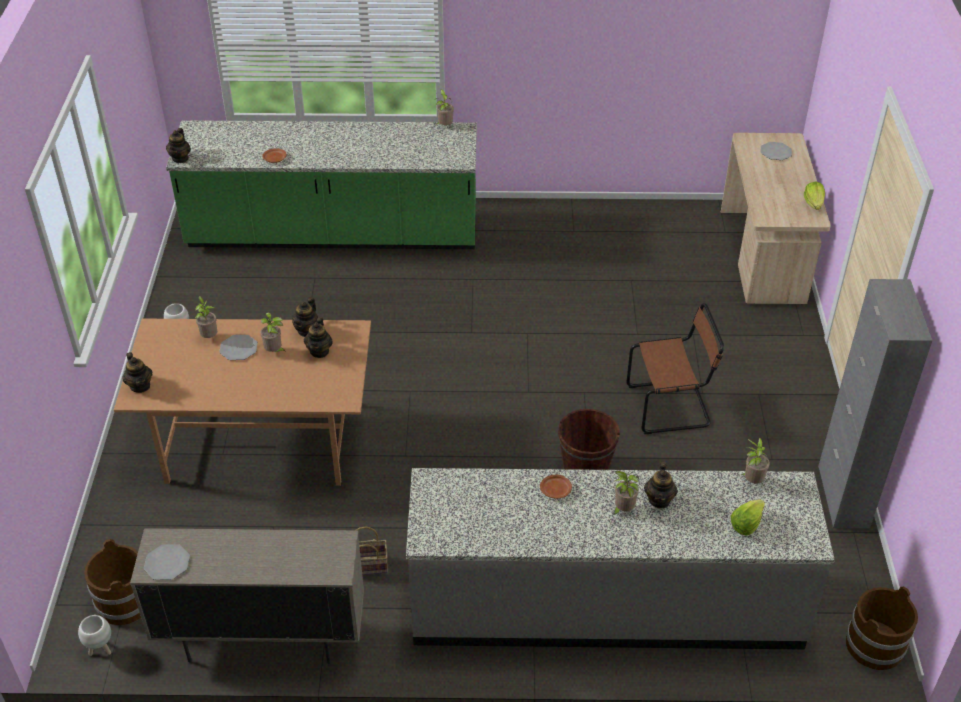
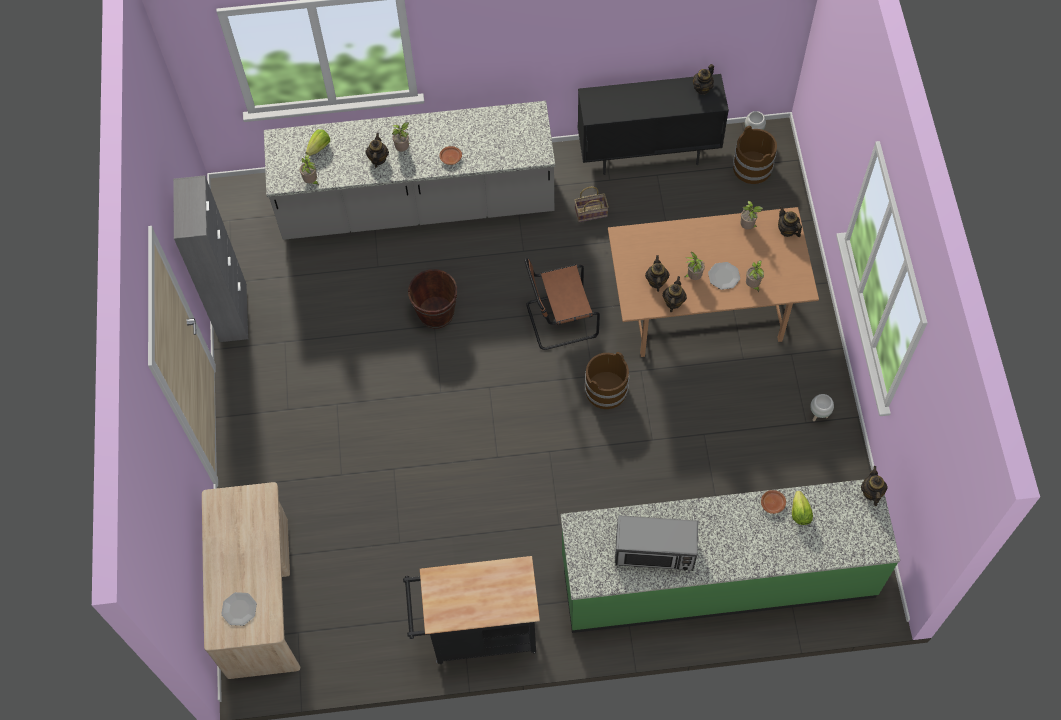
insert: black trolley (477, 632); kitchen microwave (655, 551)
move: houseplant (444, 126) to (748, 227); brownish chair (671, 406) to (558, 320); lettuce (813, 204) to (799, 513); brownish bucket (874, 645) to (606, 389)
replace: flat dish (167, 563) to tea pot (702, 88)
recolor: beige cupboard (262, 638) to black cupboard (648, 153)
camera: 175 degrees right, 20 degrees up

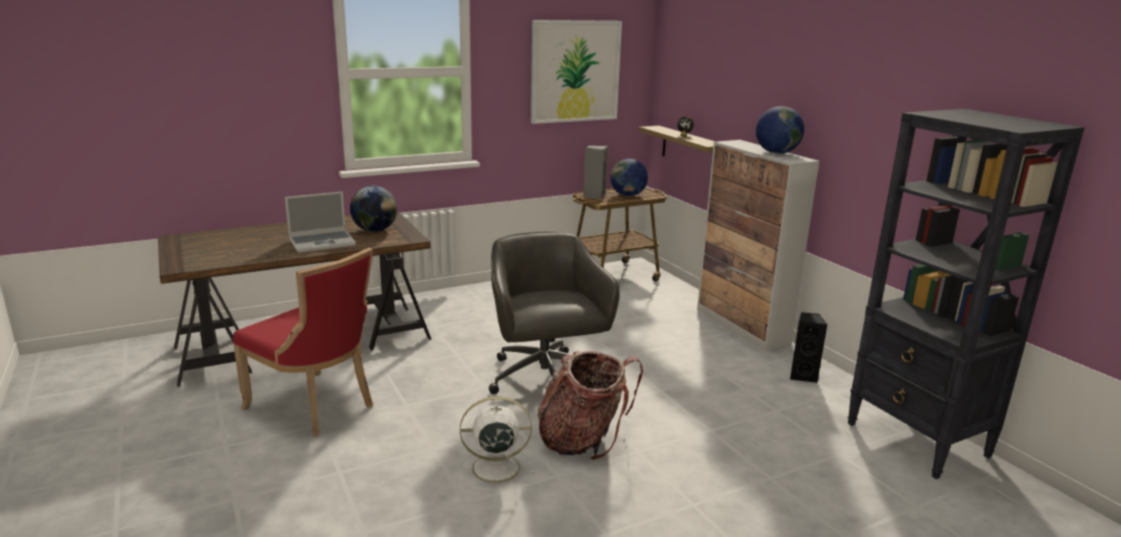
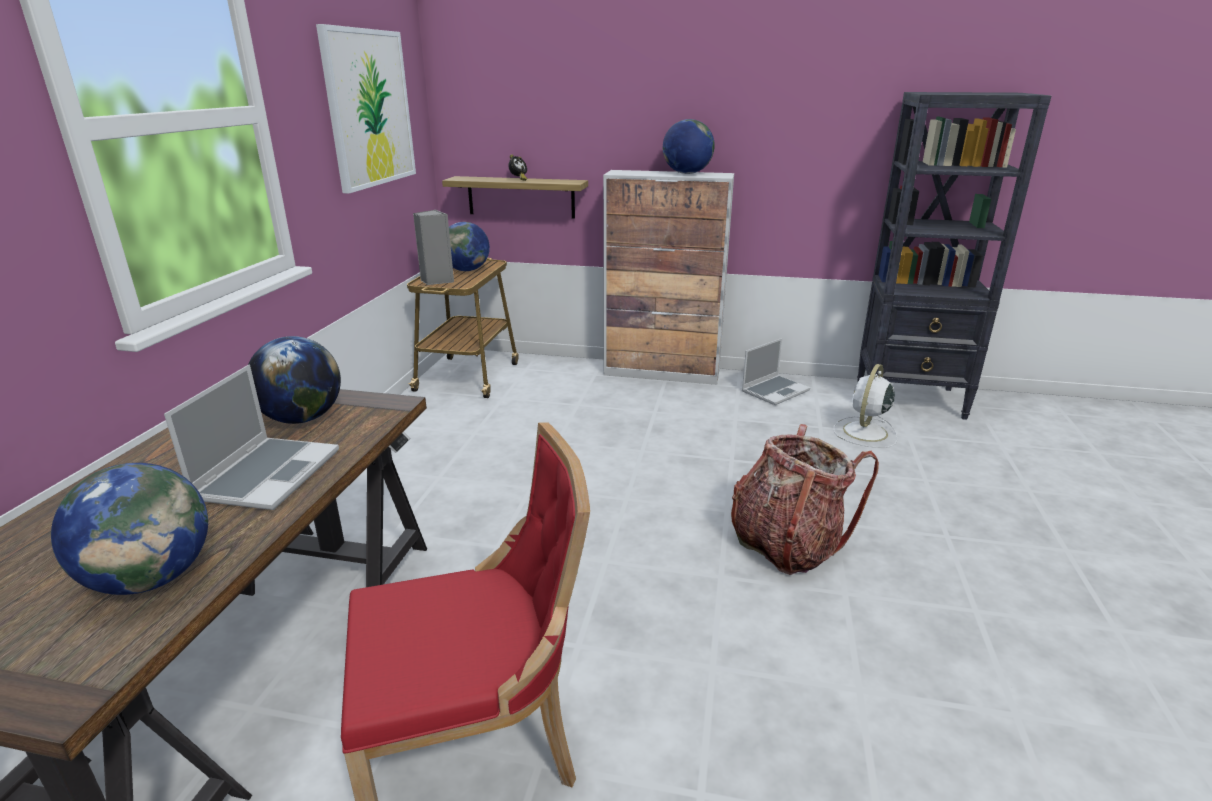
delete: greyish office chair (545, 380)
insert: globe (152, 578)
move: whitish fan (493, 468) to (864, 432)
replace: black speaker (802, 375) to laptop (775, 391)
camera: 50 degrees left, 5 degrees up

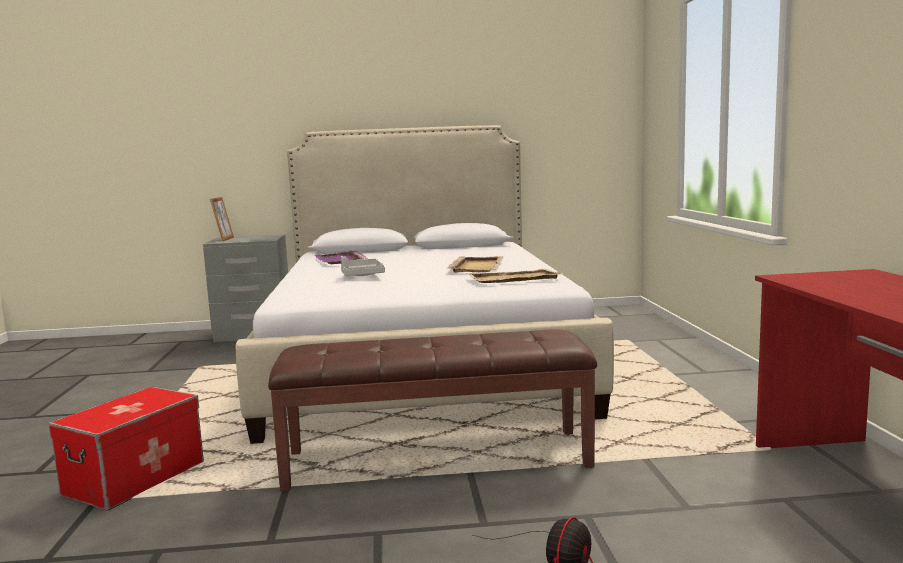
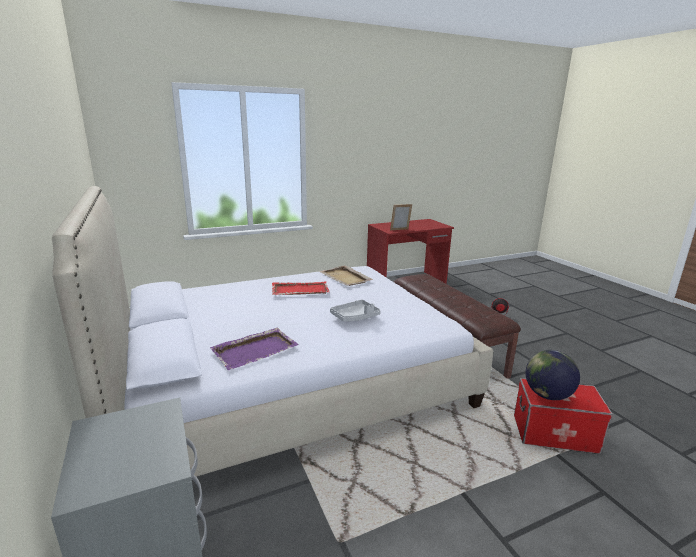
insert: globe (547, 395)
move: picture frame (224, 239) to (400, 230)
recolor: beige serving tray (477, 266) to red-coloured serving tray (299, 290)
camera: 110 degrees left, 10 degrees up

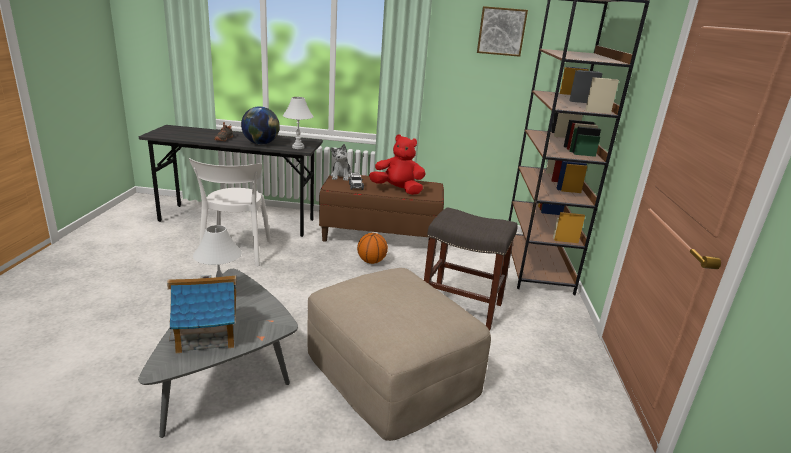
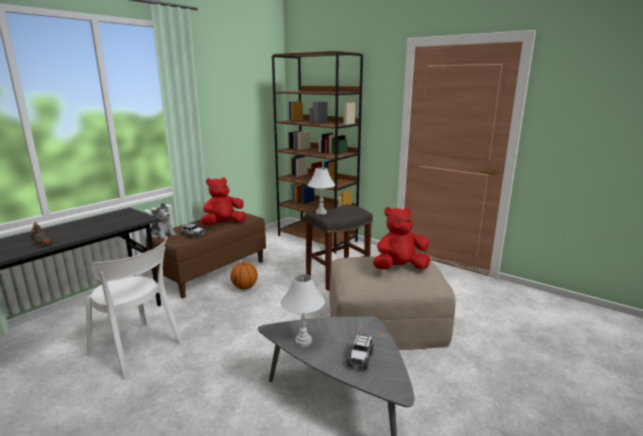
delete: globe (261, 143); wall art (501, 31)
insert: red-coloured cuddly toy (399, 268)
move: whitish tabletop lamp (298, 147) to (321, 213)
replace: model house (207, 334) to model car (360, 358)
camera: 55 degrees left, 5 degrees down

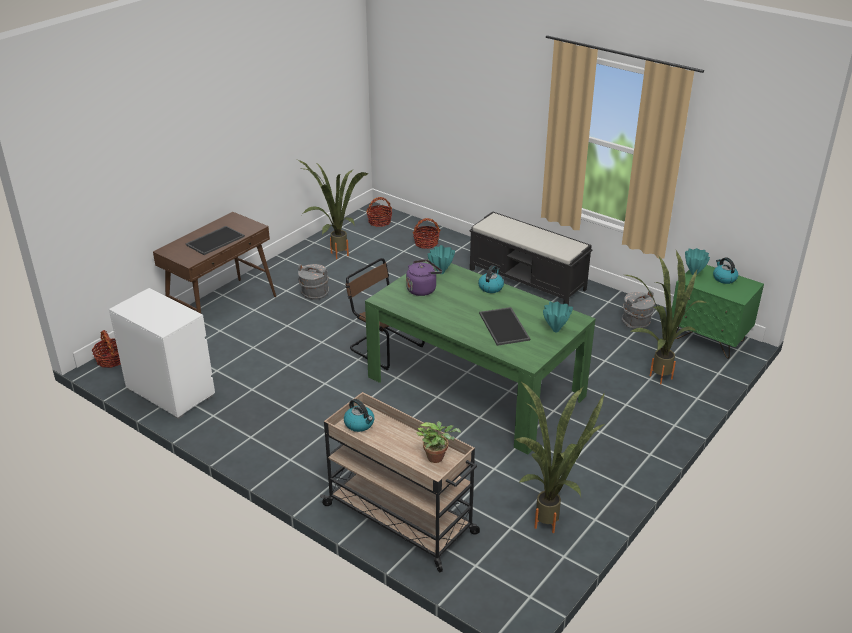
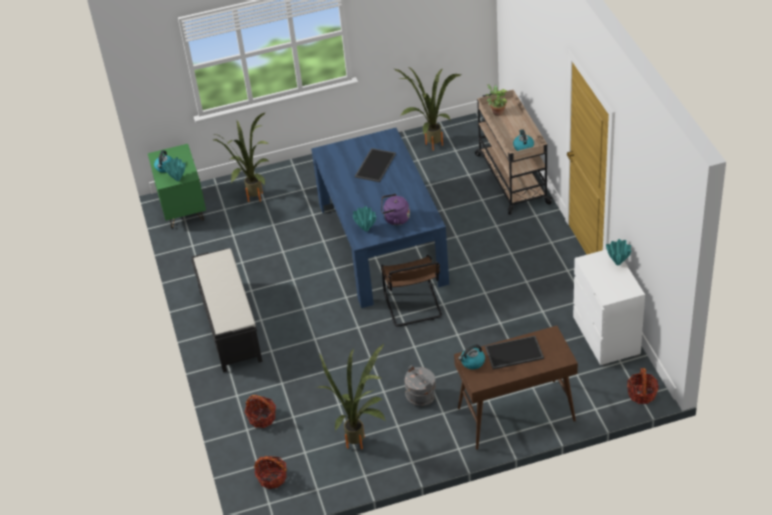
delete: greyish bucket (636, 322)
move: tea kettle (491, 287) to (472, 362); blue-green decorative vase (555, 330) to (618, 263)
recolor: greenish dining table (475, 386) to bluish dining table (382, 243)
camera: 140 degrees left, 10 degrees up

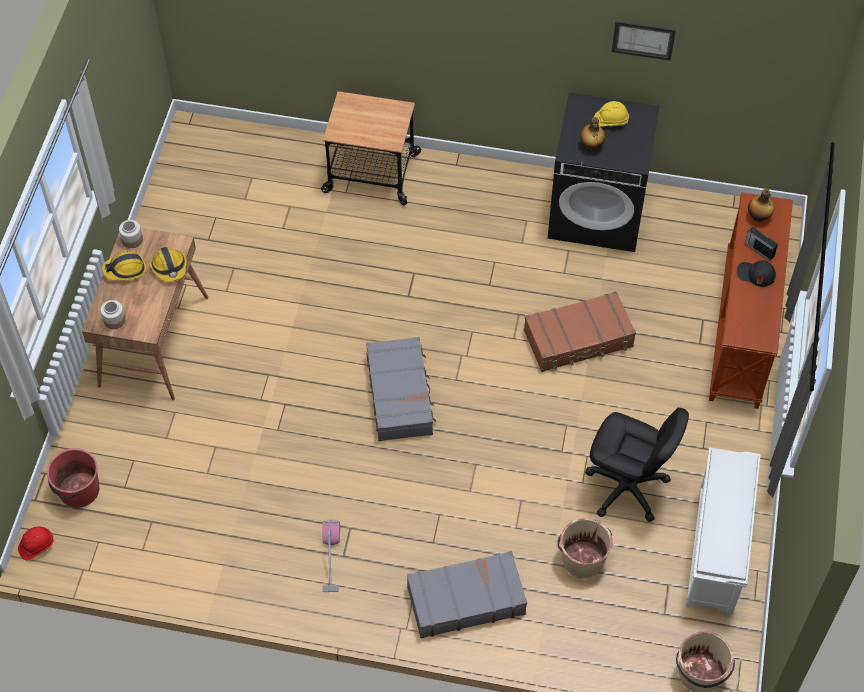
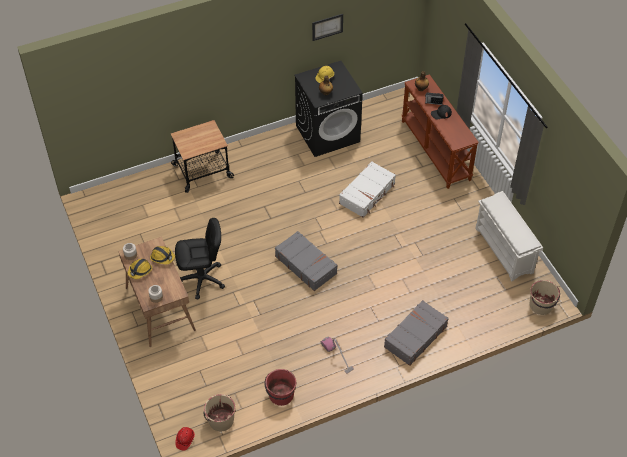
move: red-coloured bucket (78, 490) to (281, 395); beige bucket (582, 559) to (221, 420); black office chair (626, 487) to (202, 279)
recolor: brownish piece of luggage (579, 339) to whitish piece of luggage (367, 194)
camera: 35 degrees left, 5 degrees down

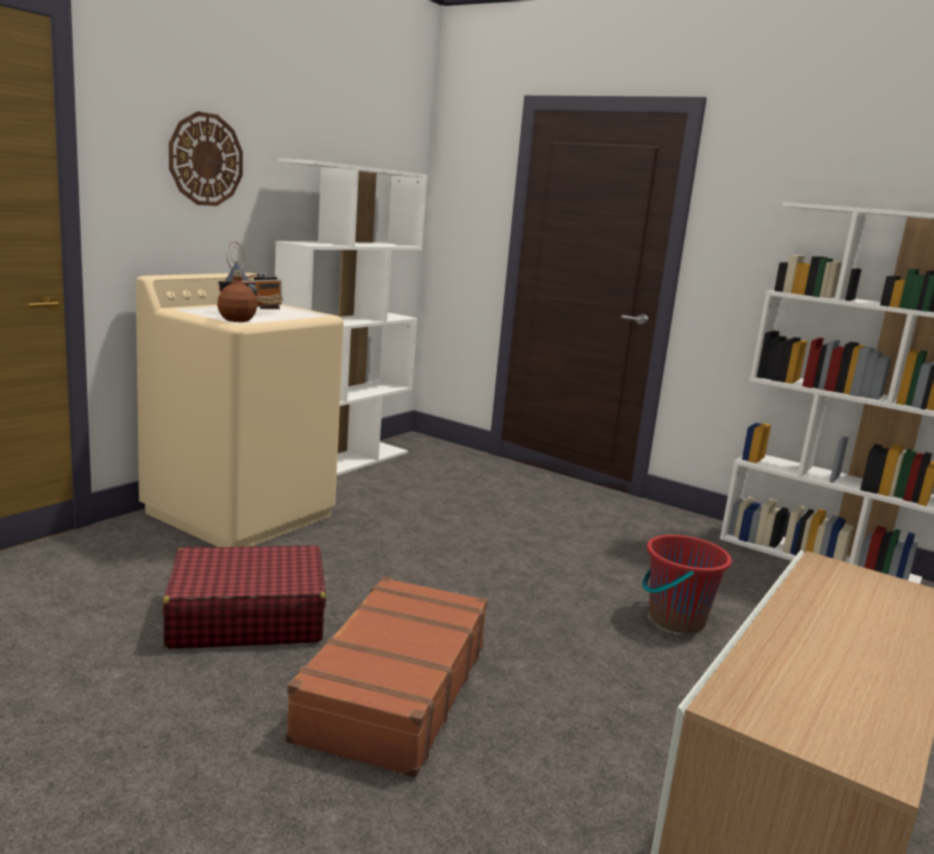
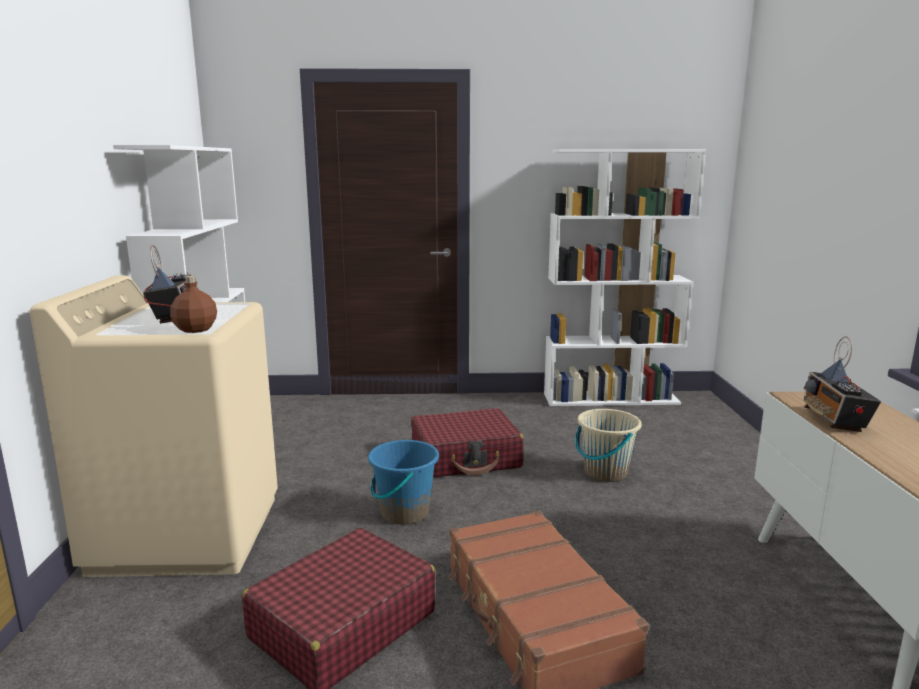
delete: wall clock (206, 159)
insert: bluish bucket (404, 512); red-coloured piece of luggage (466, 457); radio set (834, 420)
recolor: red-coloured bucket (676, 619) to beige bucket (605, 472)
camera: 35 degrees left, 0 degrees up

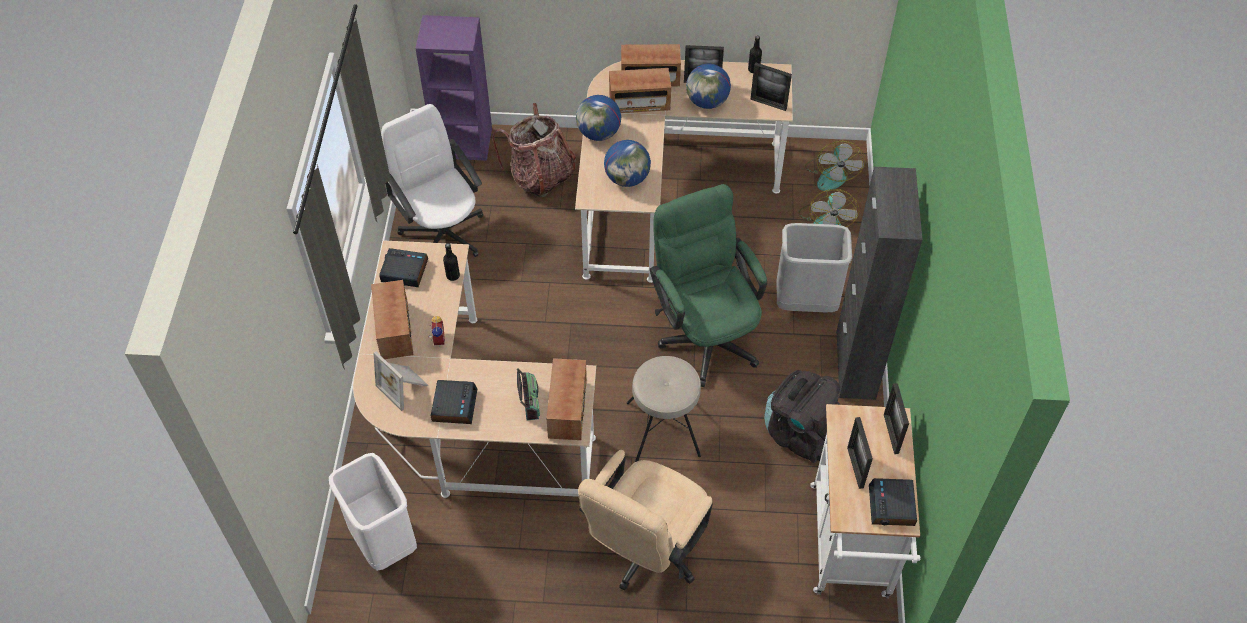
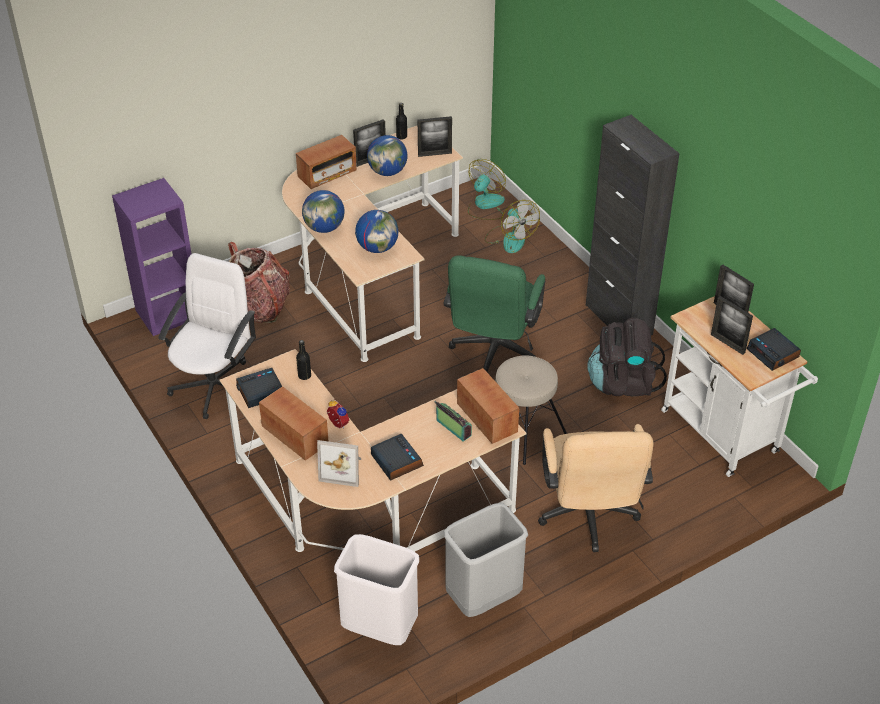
delete: radio set (639, 103)
move: greyish trash can (806, 302) to (483, 597)
rotate: whitish office chair (443, 233) = (214, 386) 90 degrees clockwise; greenish office chair (705, 333) = (493, 353) 105 degrees counterclockwise; fan (831, 174) = (485, 205) 120 degrees counterclockwise
camera: 35 degrees left, 10 degrees down

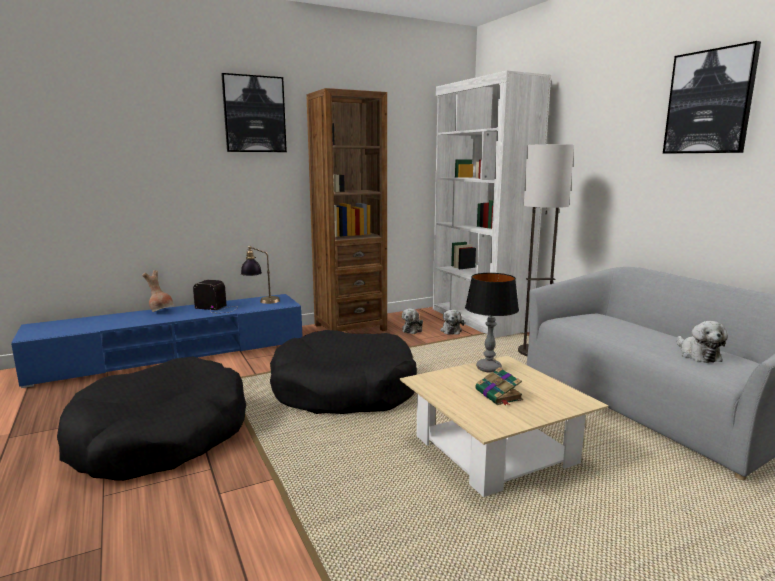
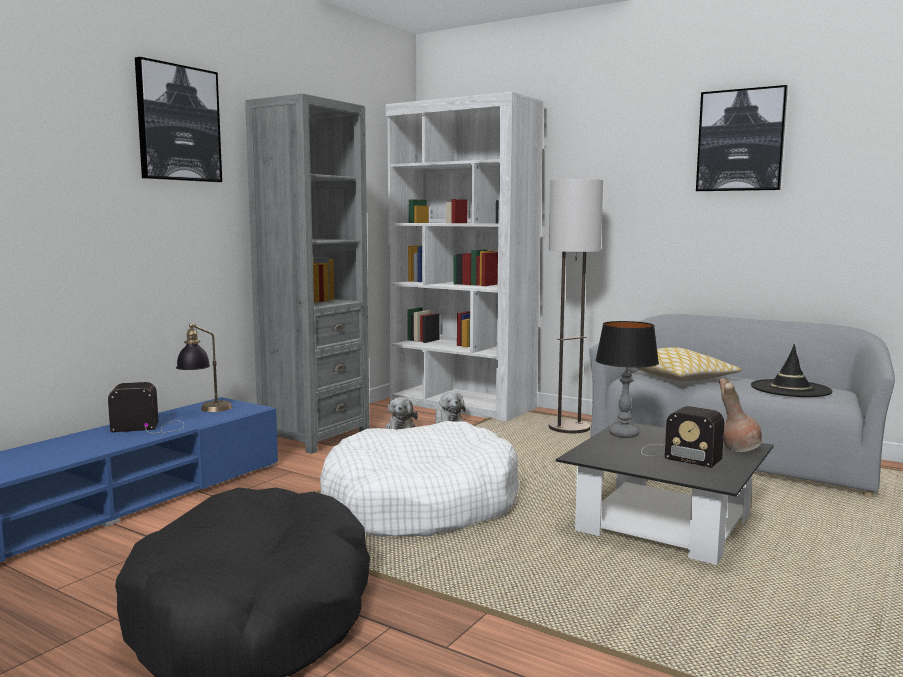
insert: pillow (681, 378)
move: brownish decorative vase (161, 311) to (738, 449)
replace: bound book (499, 395) to radio set (677, 454); cuddly toy (697, 355) to black clothing hat (790, 389)
recolor: black dog bed (344, 390) to whitish dog bed (420, 505); brownish bookshelf (350, 327) to greyish bookshelf (314, 437); beige coffee table (494, 450) to black coffee table (664, 524)
camera: 30 degrees left, 5 degrees down

